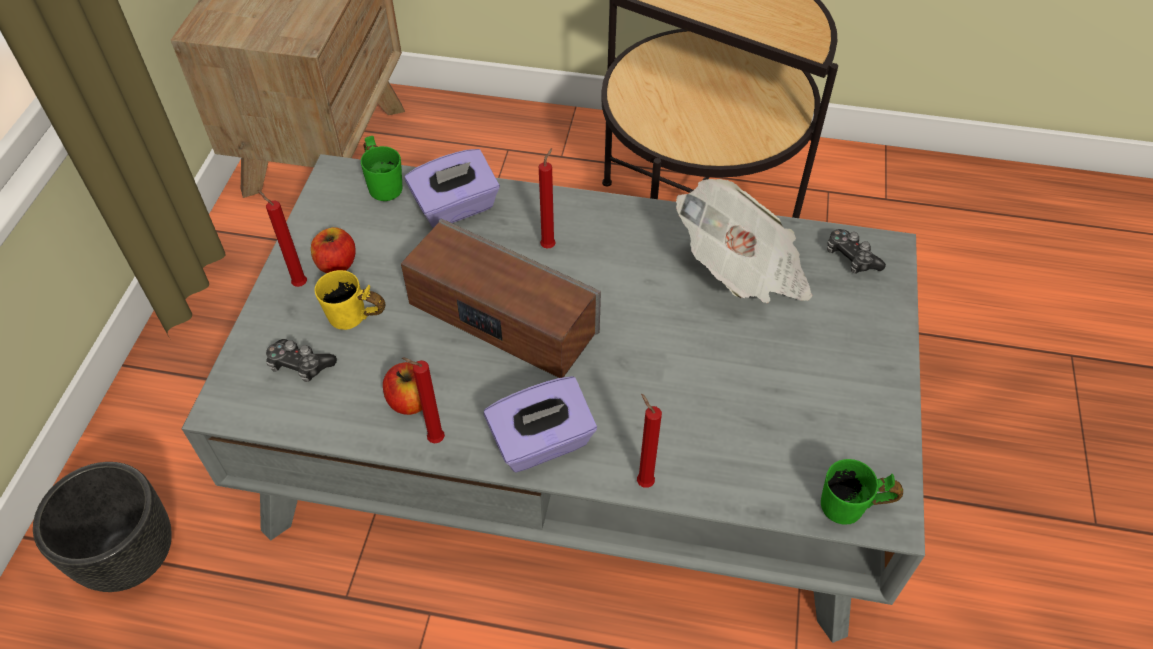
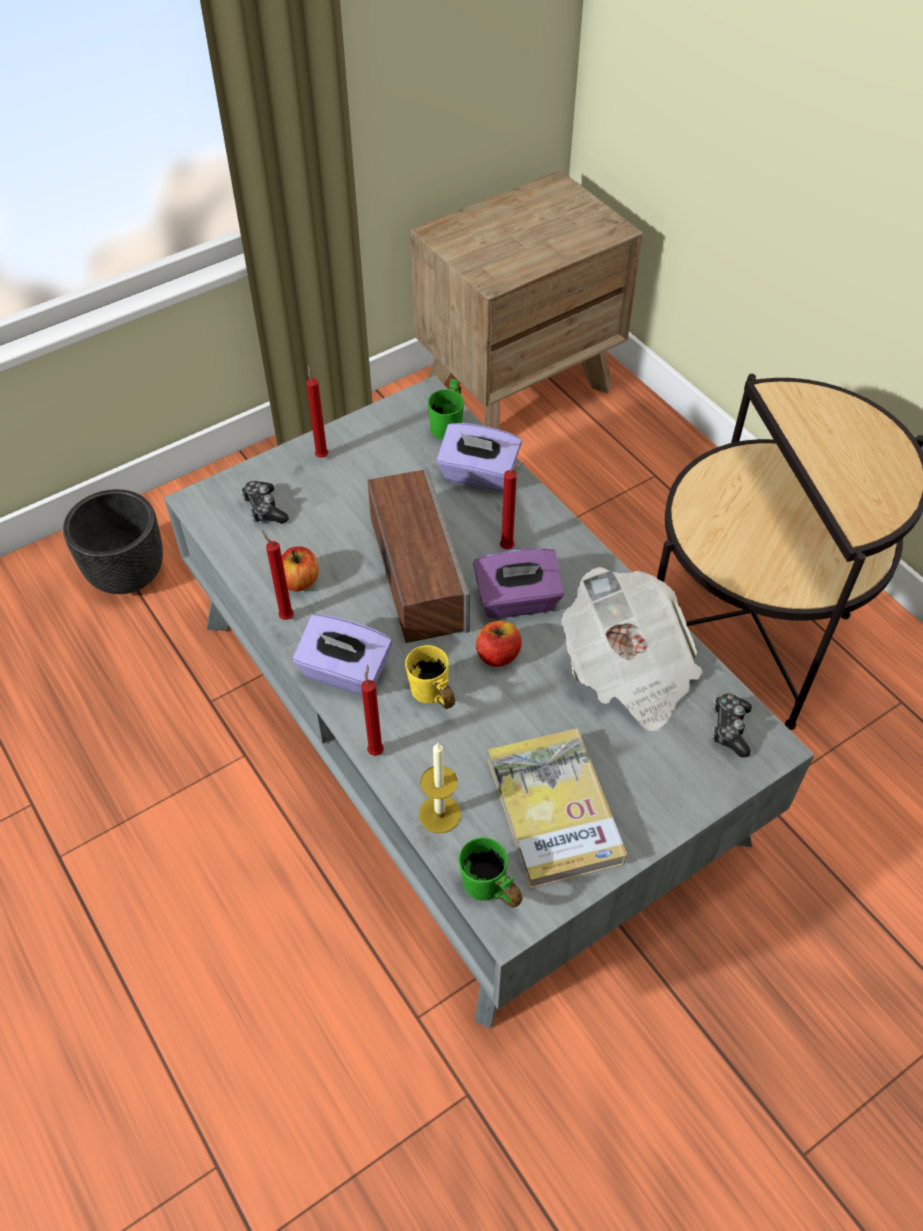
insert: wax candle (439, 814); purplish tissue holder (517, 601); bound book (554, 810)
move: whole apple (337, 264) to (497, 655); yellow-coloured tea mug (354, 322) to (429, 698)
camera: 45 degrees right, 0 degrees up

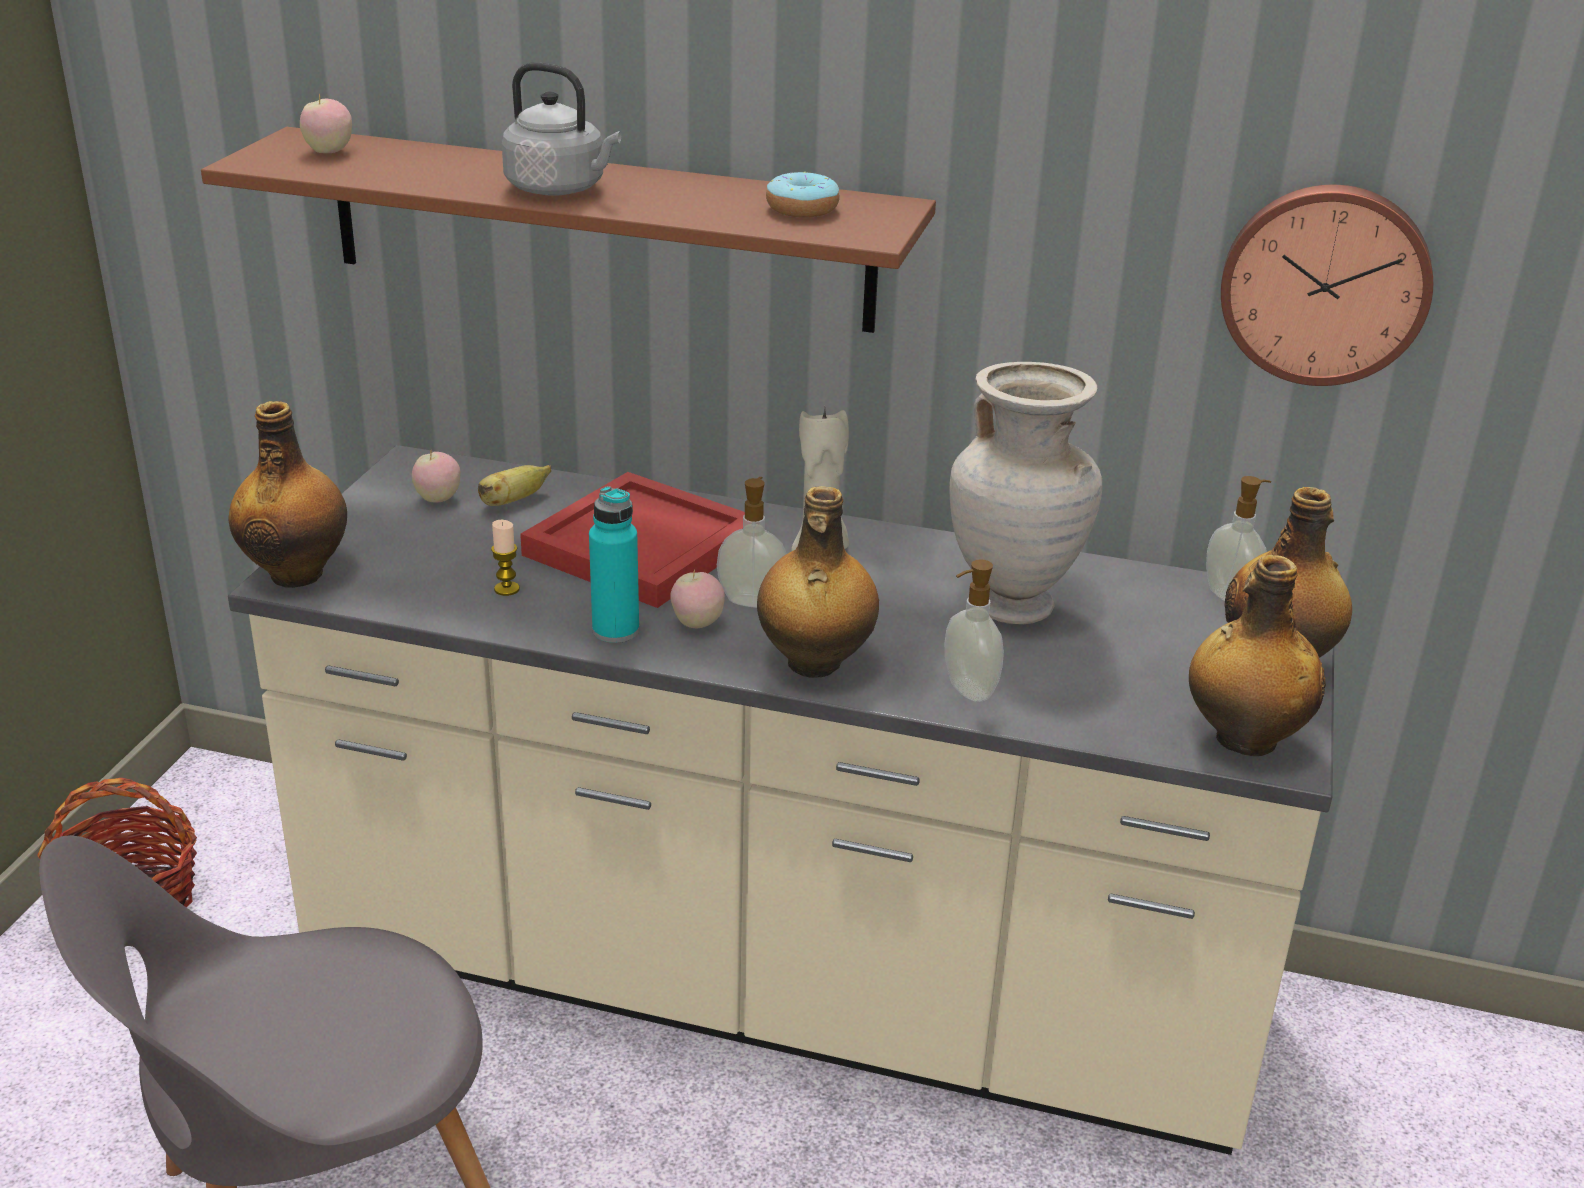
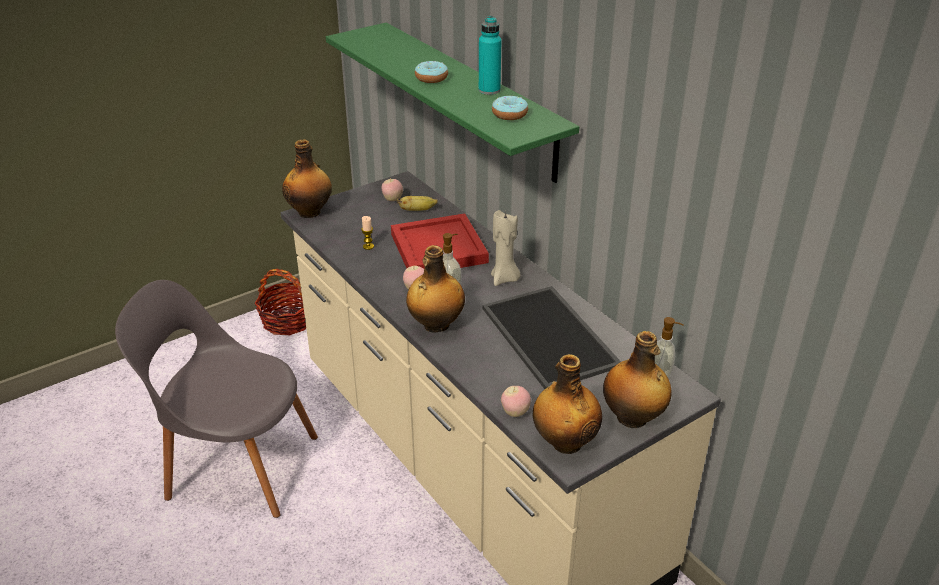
delete: soap bottle (967, 690); wall clock (1325, 283)
move: whole apple (329, 152) to (515, 412); blue-green beverage bottle (615, 631) to (489, 90)
replace: greyish tea kettle (560, 189) to donut (431, 78); beige decorative vase (1013, 606) to serving tray (552, 337)
recolor: brownish wall shelf (598, 229) to greenish wall shelf (471, 99)
camera: 40 degrees right, 5 degrees up

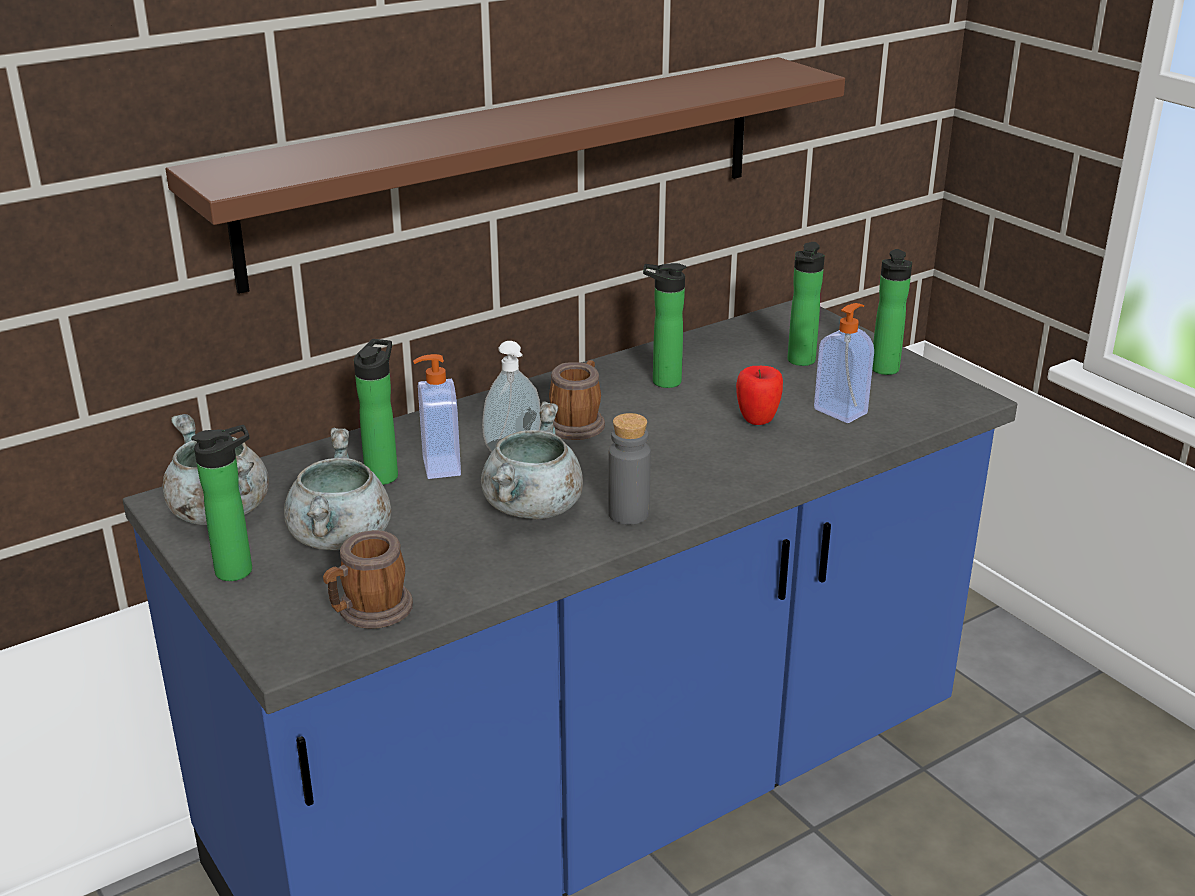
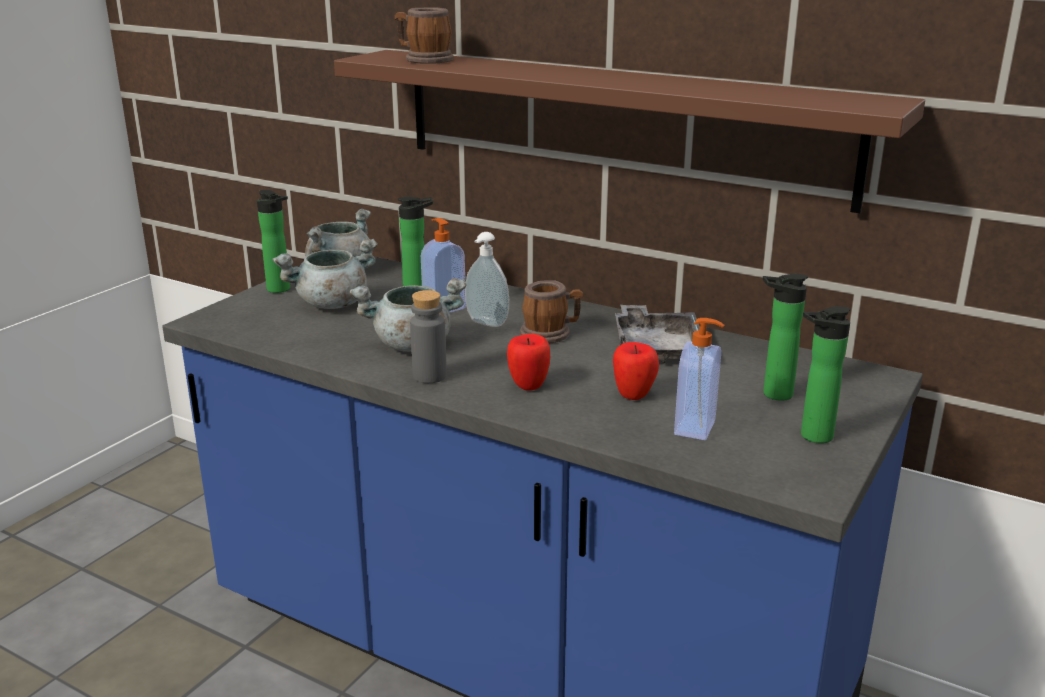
insert: whole apple (528, 386)
move: tea mug (369, 612) to (424, 59)
replace: beverage bottle (662, 381) to greyish serving tray (656, 348)
camera: 65 degrees right, 5 degrees down

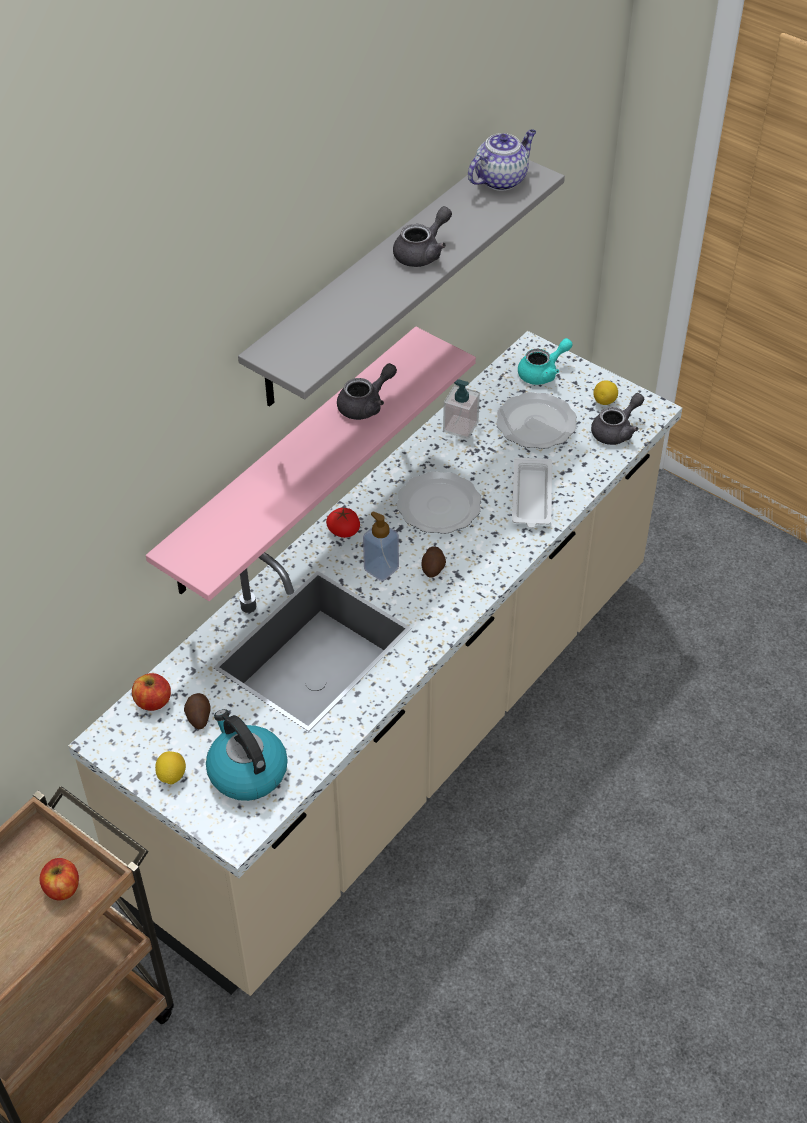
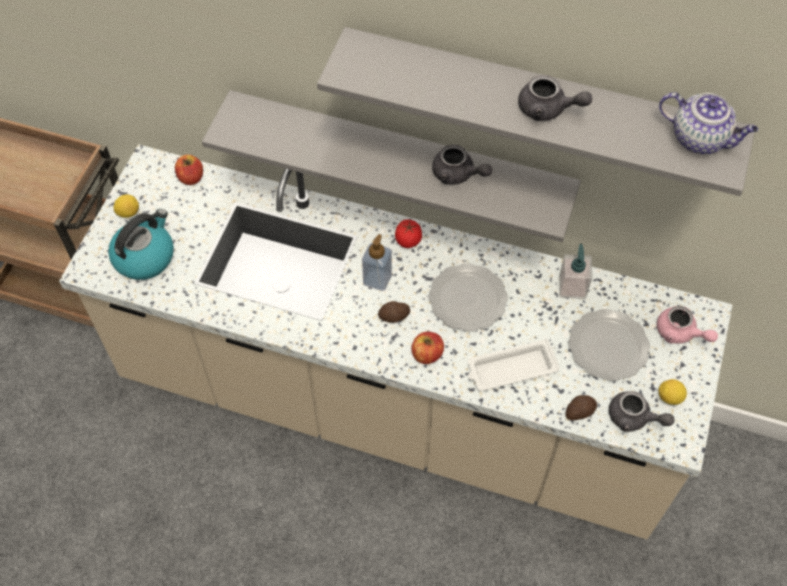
move: whole apple (62, 888) to (427, 354); whole potato (198, 716) to (579, 411)
recolor: pink wall shelf (291, 463) to greyish wall shelf (400, 157); blue-green tea pot (543, 372) to pink tea pot (680, 333)
camera: 70 degrees right, 10 degrees up

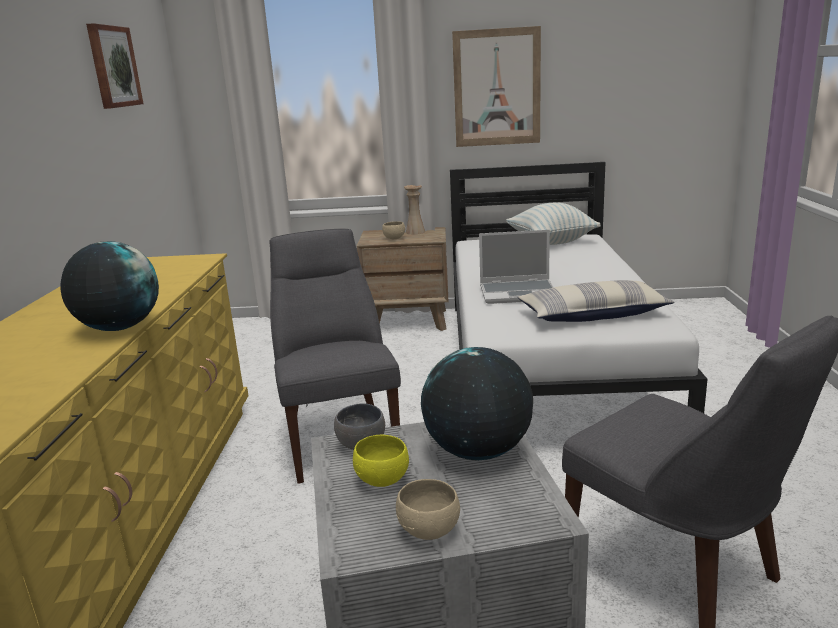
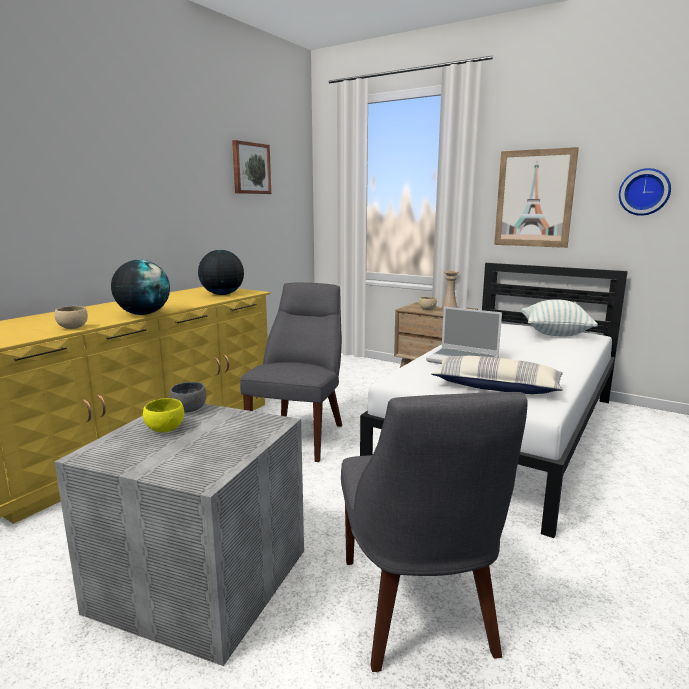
insert: wall clock (644, 192)
move: beige deep dish (431, 530) to (74, 328); globe (478, 452) to (222, 294)
camera: 30 degrees right, 5 degrees down

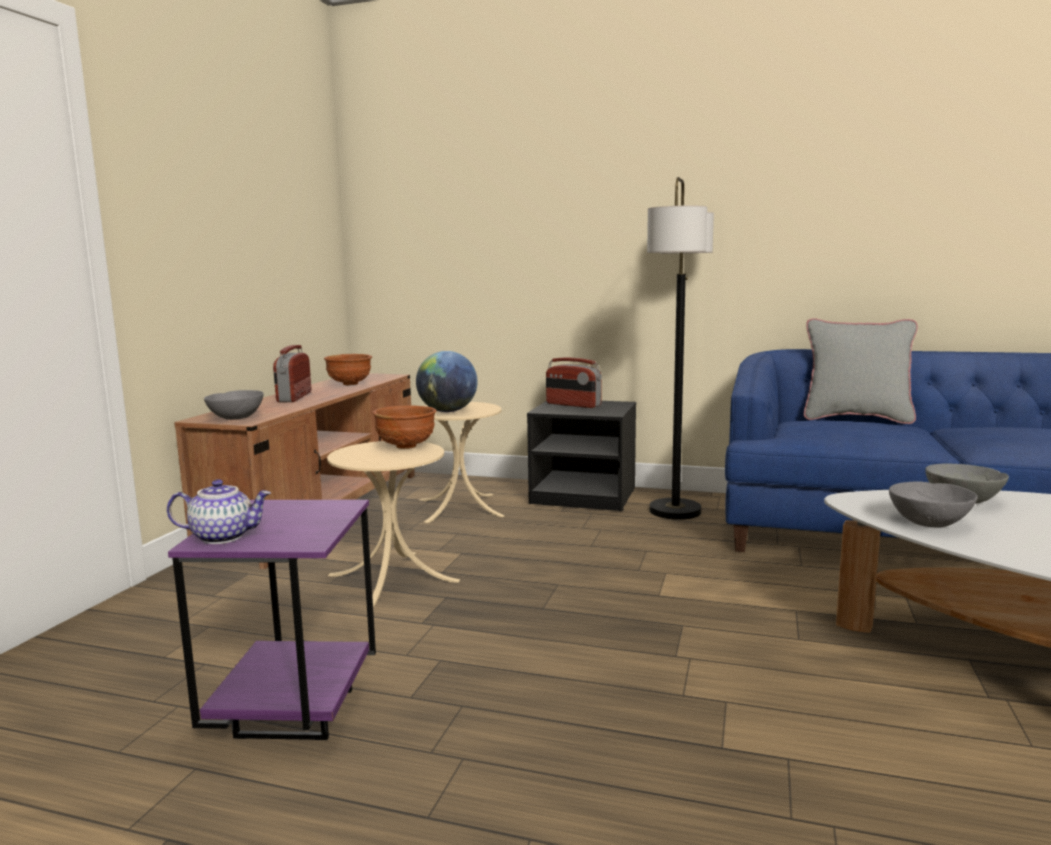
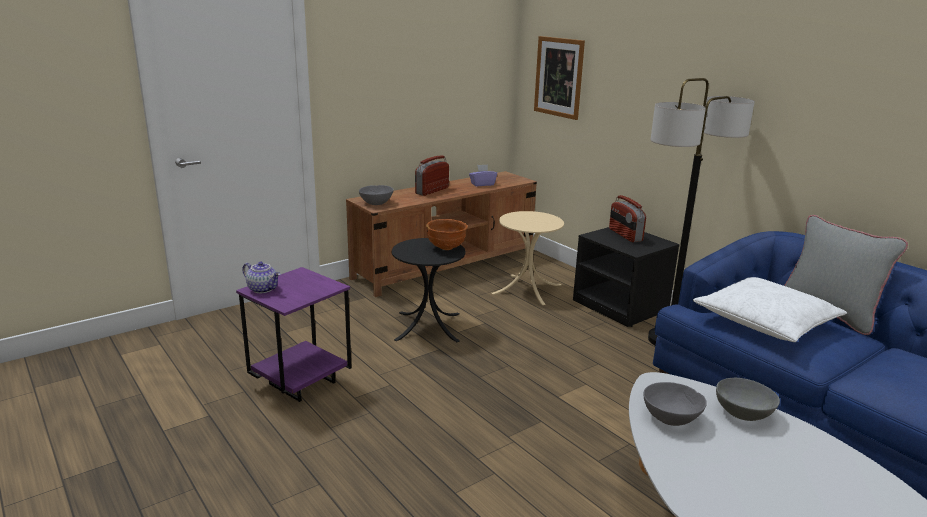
delete: globe (447, 411)
insert: wall art (559, 77); whitish pillow (765, 321)
replace: brownish deep dish (349, 384) to purplish tissue holder (482, 184)
recolor: beige end table (393, 578) to black end table (428, 326)
camera: 35 degrees right, 10 degrees up

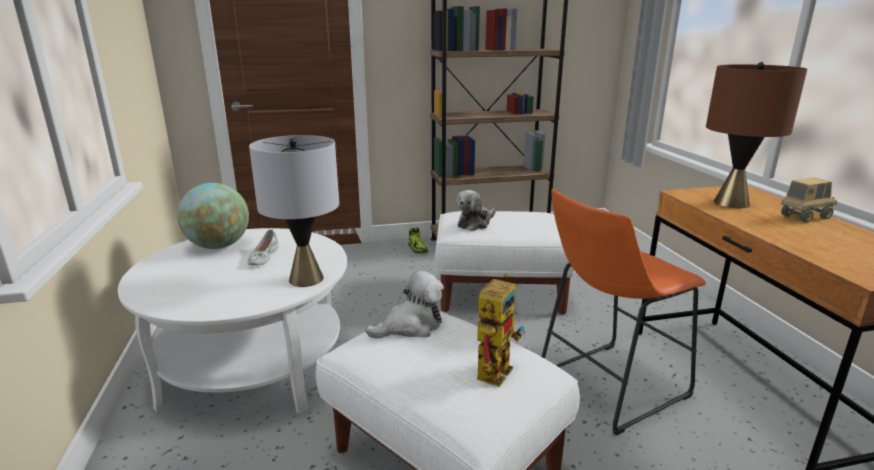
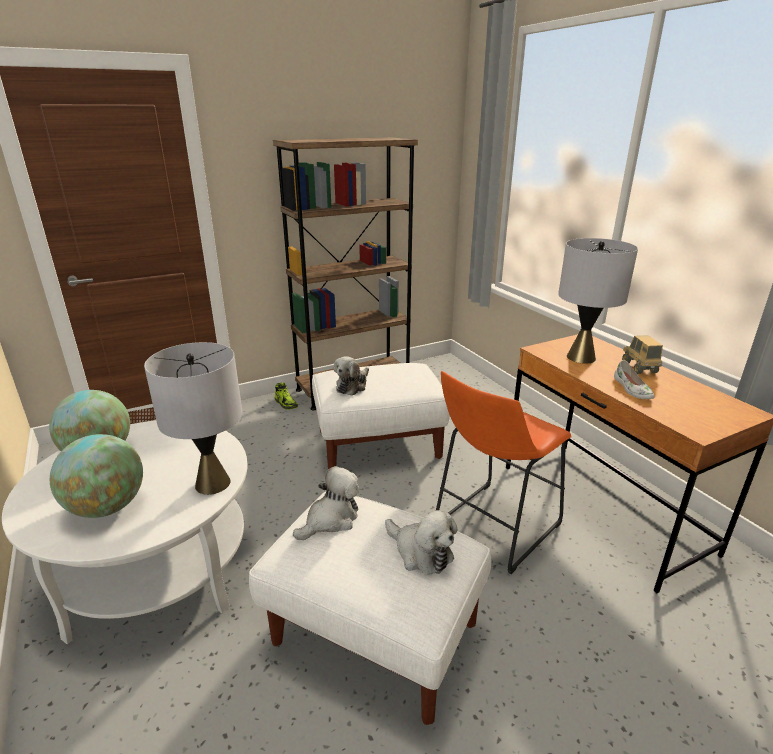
insert: globe (107, 507)
move: whitish item of footwear (263, 257) to (631, 389)
replace: model robot (494, 367) to cuddly toy (420, 552)
recolor: brownish tabletop lamp (731, 203) to greyish tabletop lamp (581, 357)
rotate: toy lorry (805, 217) = (639, 368) 60 degrees counterclockwise
camera: 15 degrees left, 5 degrees up

